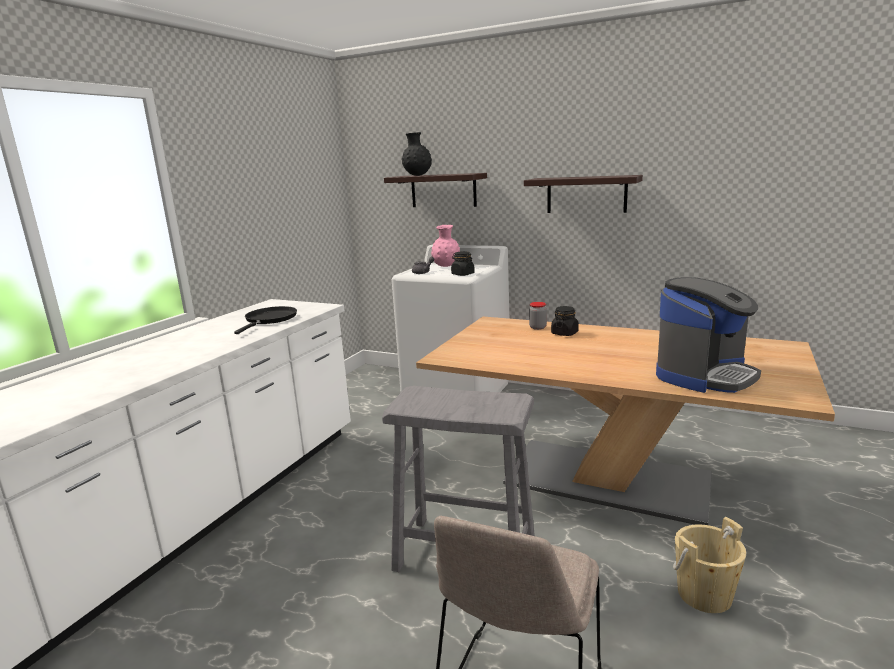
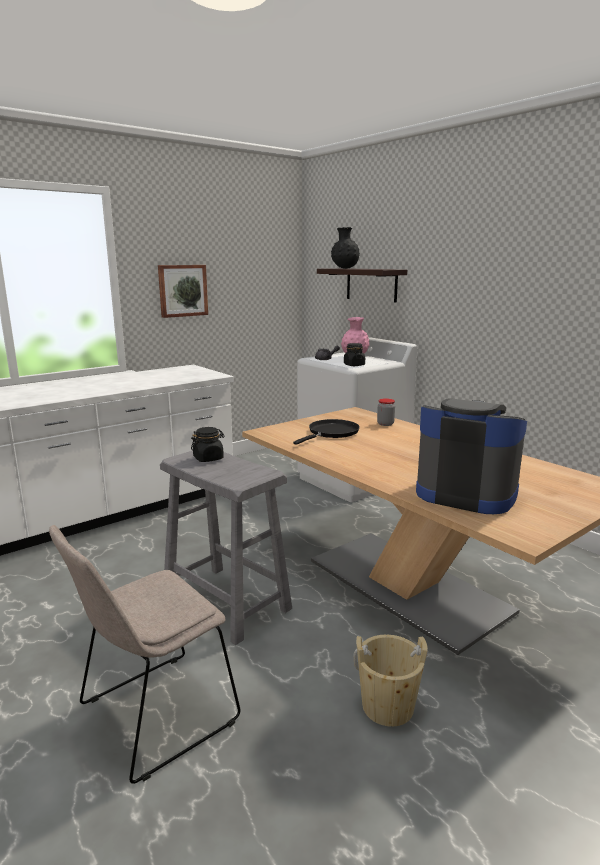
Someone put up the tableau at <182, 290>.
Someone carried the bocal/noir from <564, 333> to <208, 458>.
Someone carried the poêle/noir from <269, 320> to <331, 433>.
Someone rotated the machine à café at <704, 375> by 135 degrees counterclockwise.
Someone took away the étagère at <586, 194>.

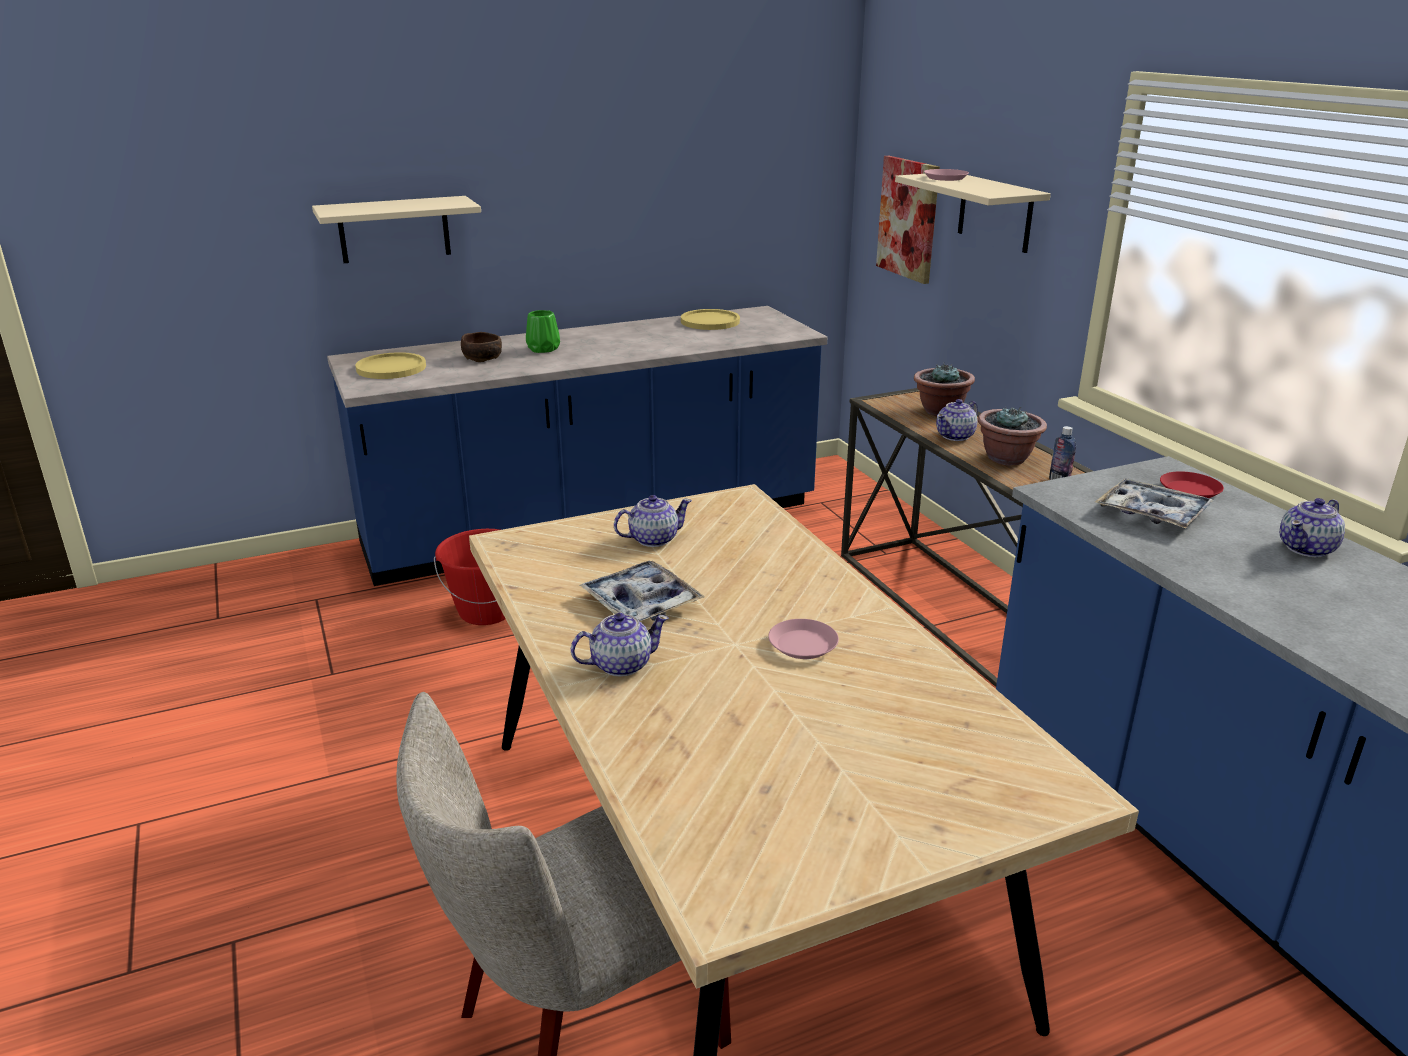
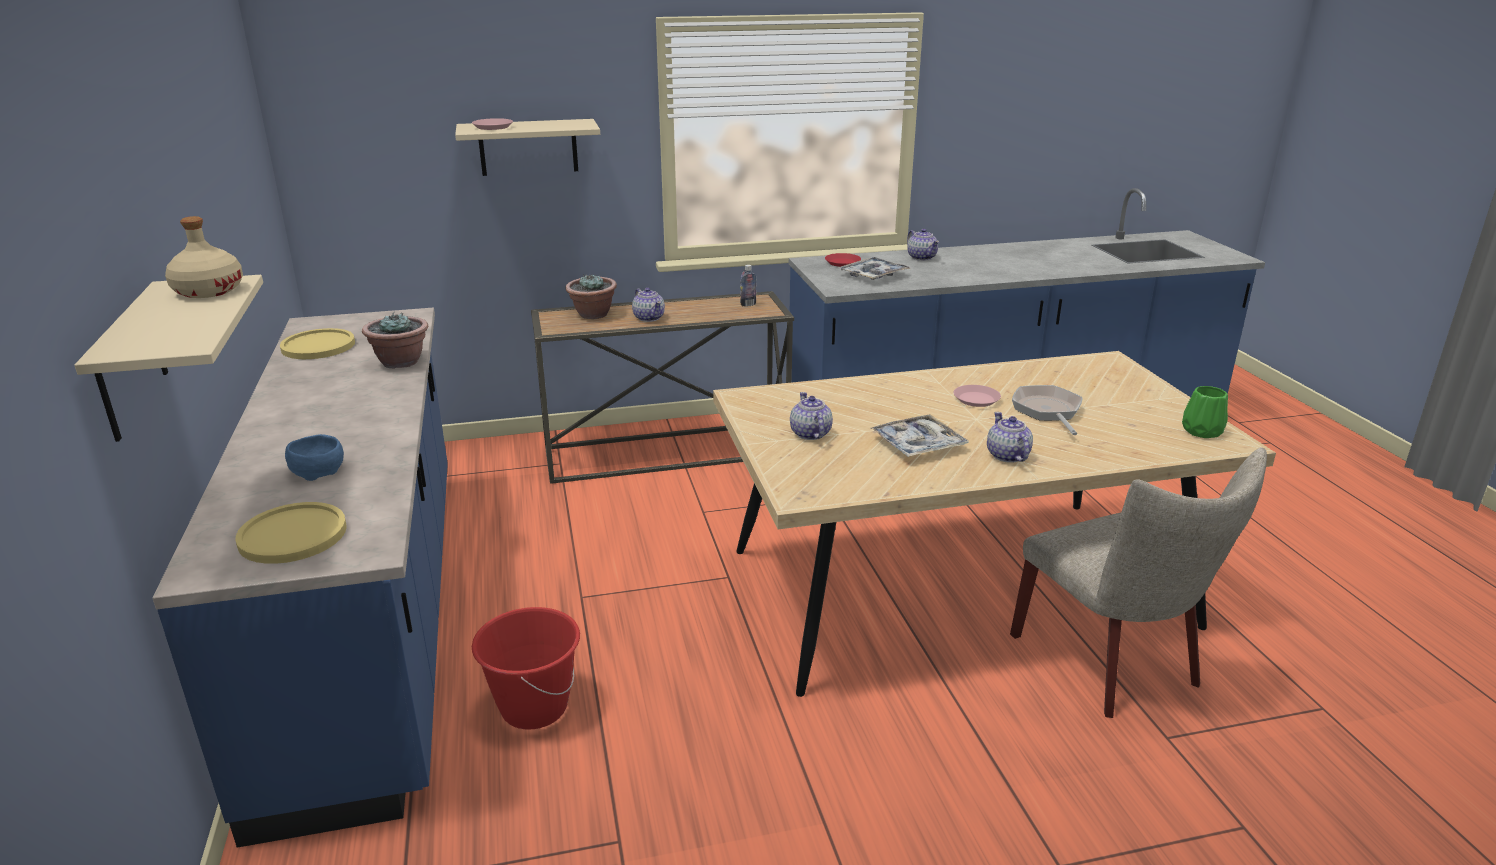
Someone put down the bouteille/beige at <208, 290>.
Someone repainted the bol/marron at <483, 358>, which became the bol/bleu at <319, 470>.
Someone carried the plante en pot from <1007, 459> to <400, 362>.
Someone put down the poêle at <1047, 411>.
Someone carried the vase/vert from <543, 349> to <1203, 431>.
Someone took away the tableau at <908, 218>.

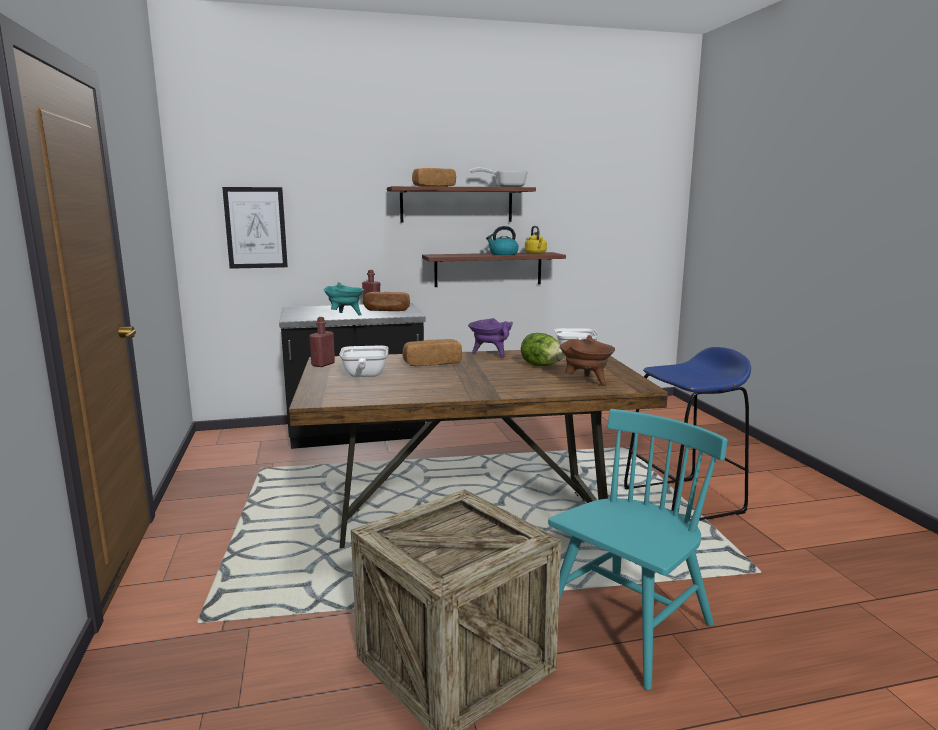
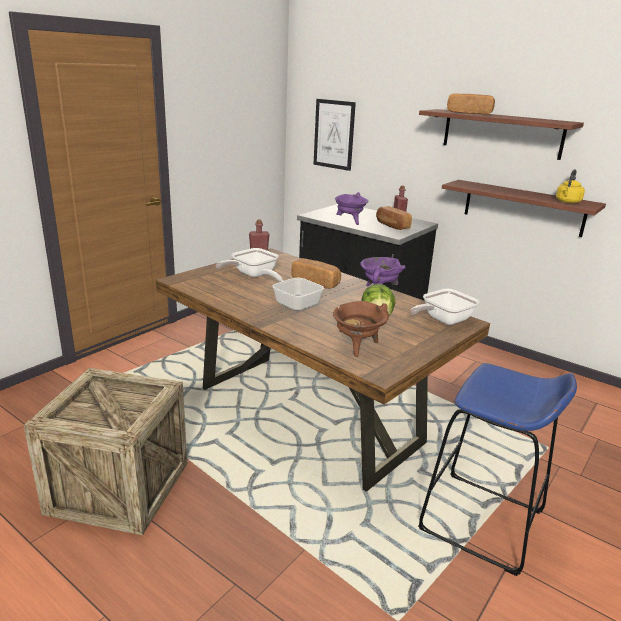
Someone carried the poêle from <505, 187> to <293, 302>.
Someone repainted the marmite/turquoise at <345, 315>, which became the marmite/violet at <350, 221>.
Someone took away the bouilloire at <503, 254>.
Someone took away the chaise/turquoise at <628, 627>.

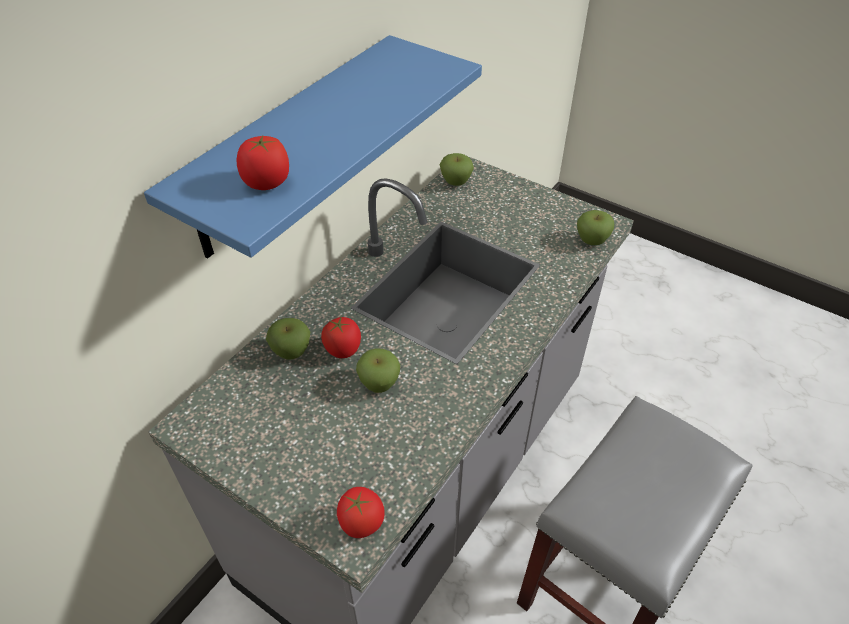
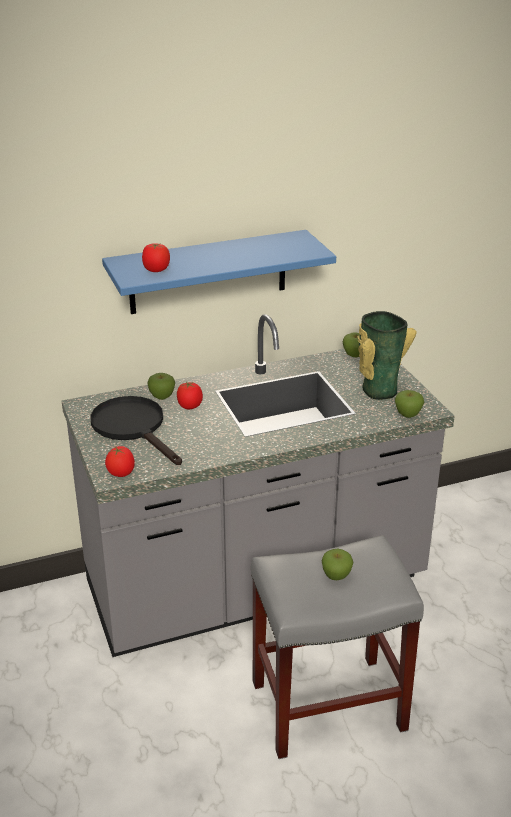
Someone put down the poêle/noir at <134, 428>.
Someone carried the pomme from <379, 384> to <336, 576>.
Someone put down the vase at <377, 389>.

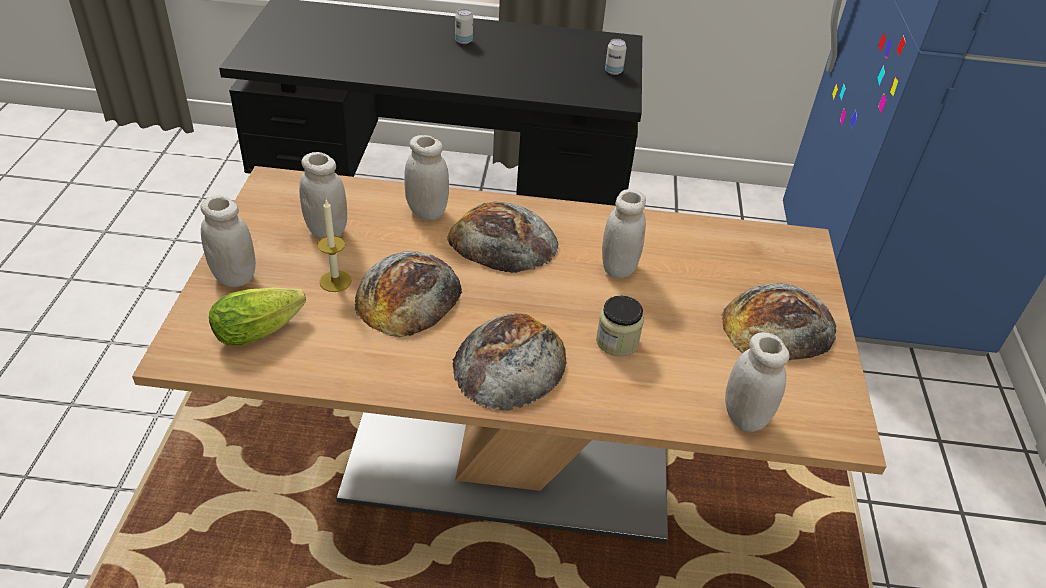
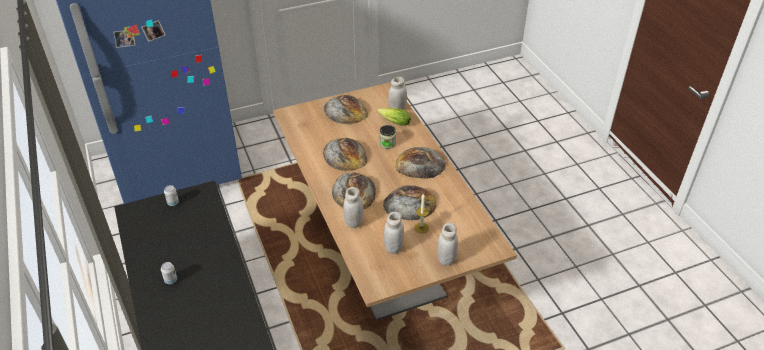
Someone swapped the bocal/blanc at <618, 268> for the pain at <345, 155>.
Someone carried the laitue from <263, 328> to <393, 122>.

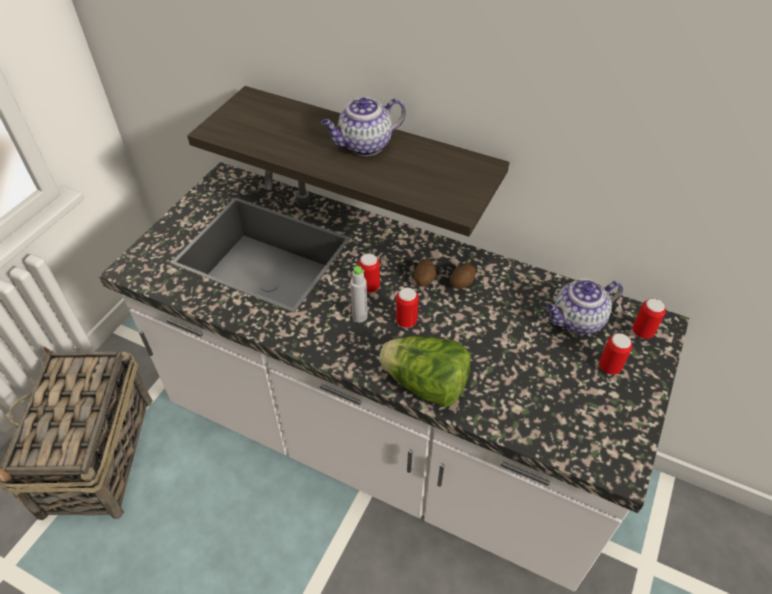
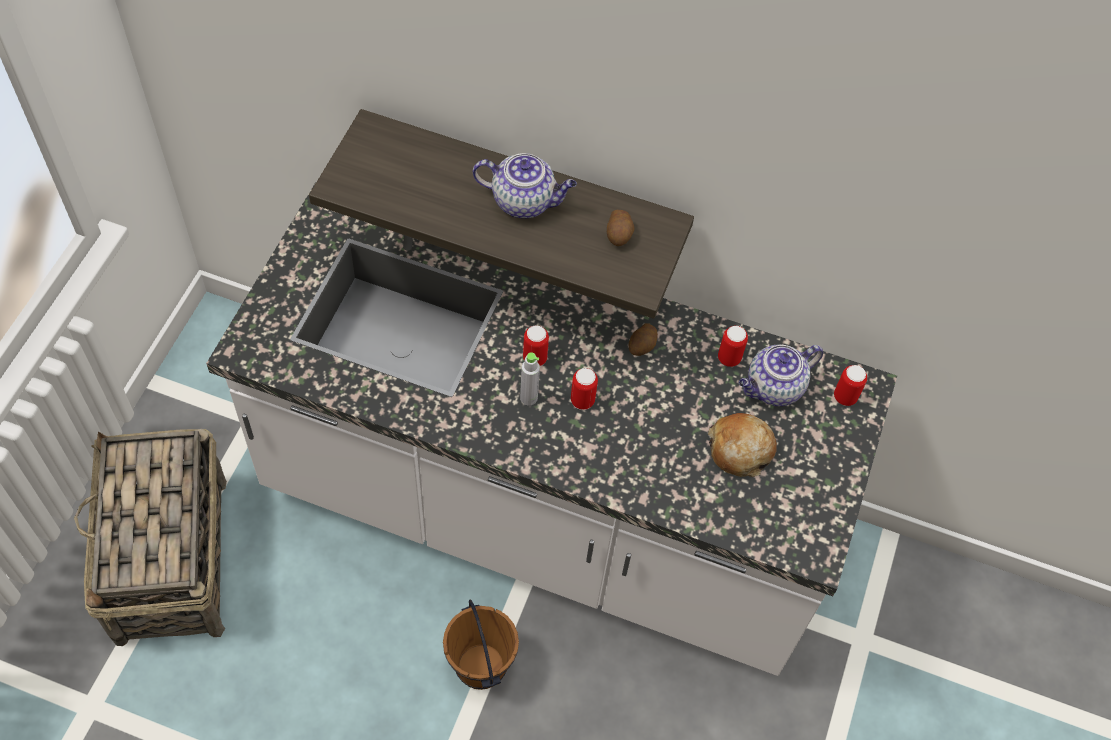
Someone put down the seau/marron at <482, 666>.
Someone rotated the théière at <364, 146> by 135 degrees counterclockwise.
Someone carried the pomme de terre from <424, 279> to <619, 235>.
Someone put down the pain at <740, 450>.
Someone carried the boîte métallique from <609, 367> to <729, 358>.
Someone took away the laitue at <425, 385>.

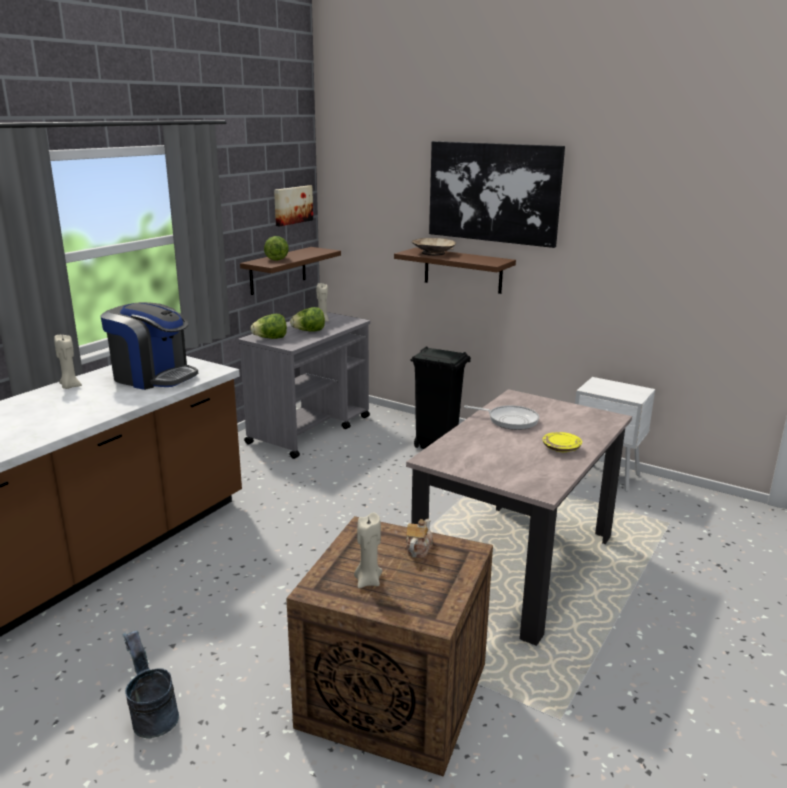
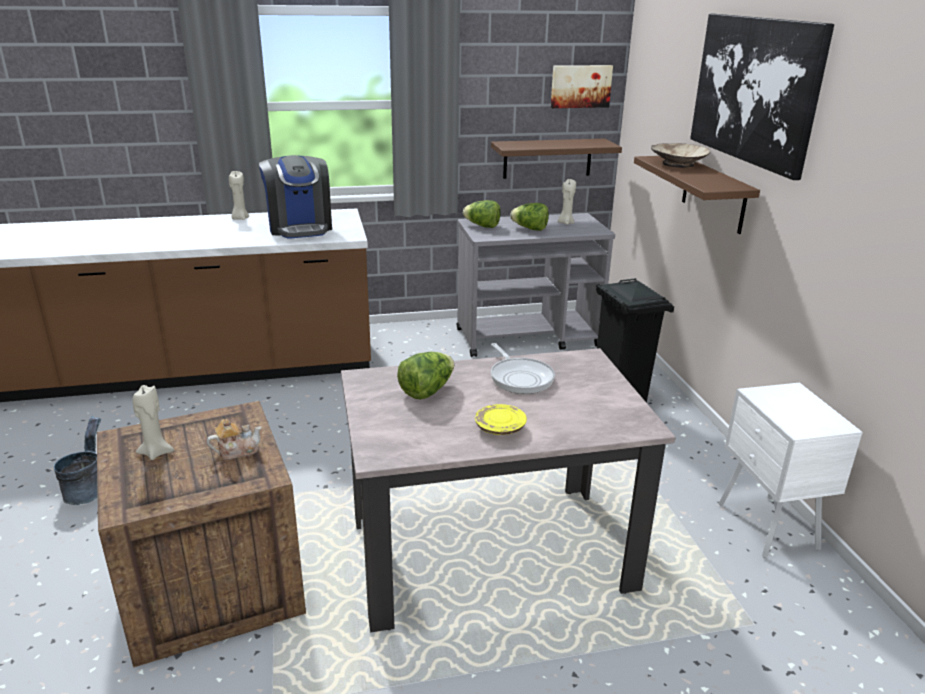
Someone carried the laitue from <276, 258> to <427, 391>.

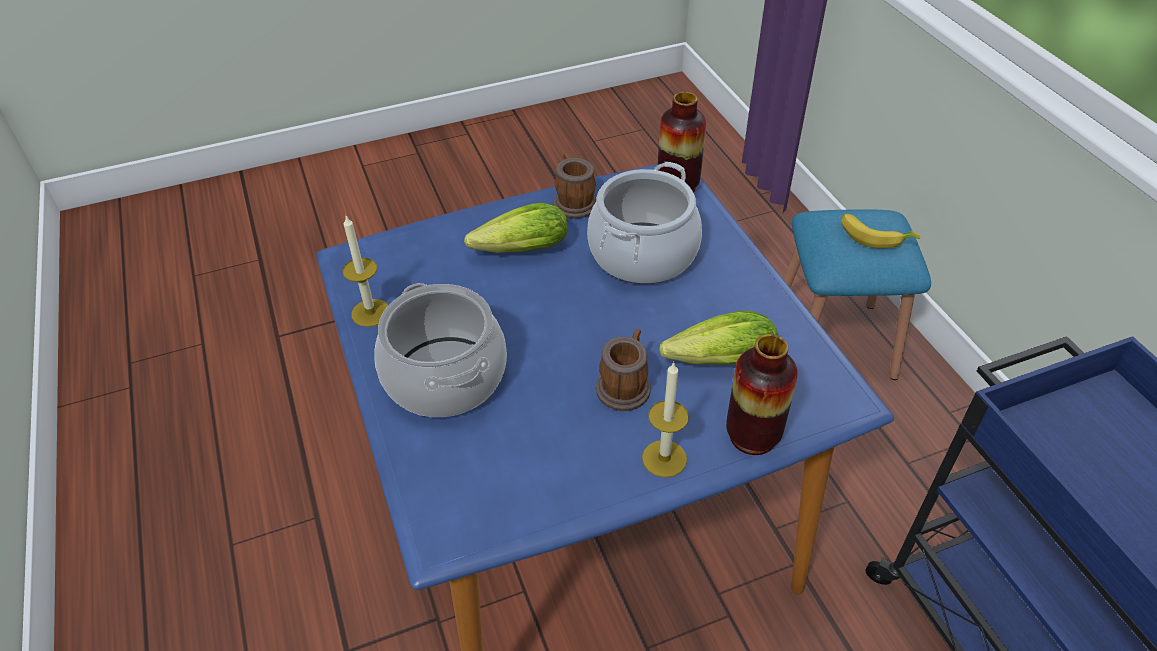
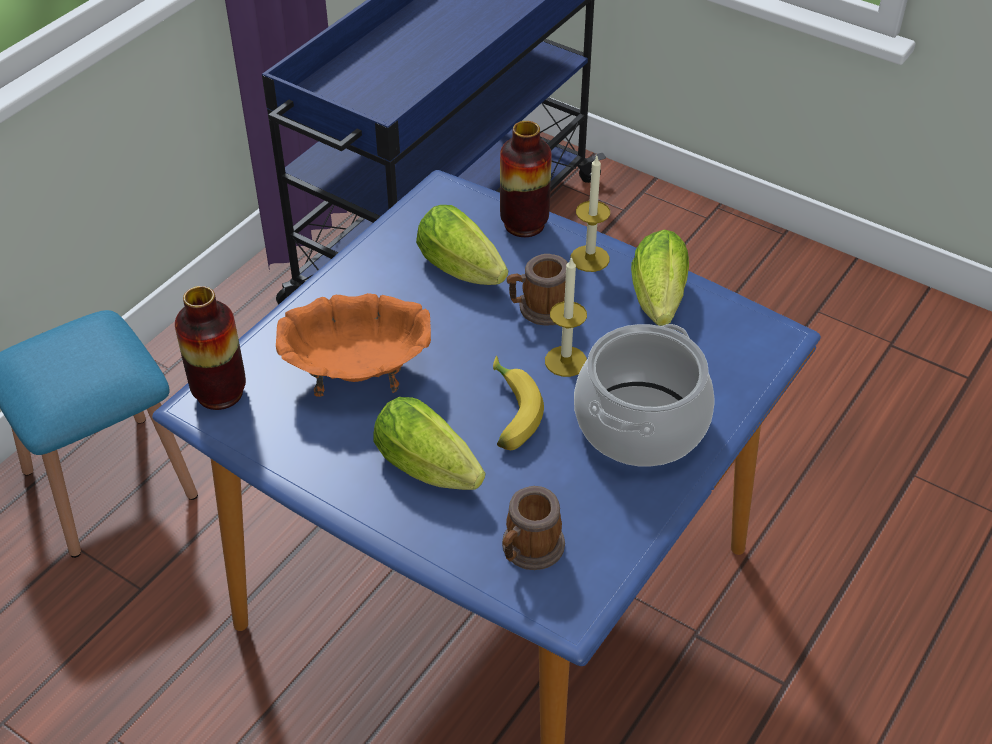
Someone swapped the marmite at <643, 254> for the bol/orange at <358, 370>.
Someone carried the banane from <874, 236> to <508, 413>.
Someone carried the mug from <573, 202> to <528, 550>.
Someone carried the bougie from <370, 313> to <565, 361>.
Someone put down the laitue at <658, 302>.

